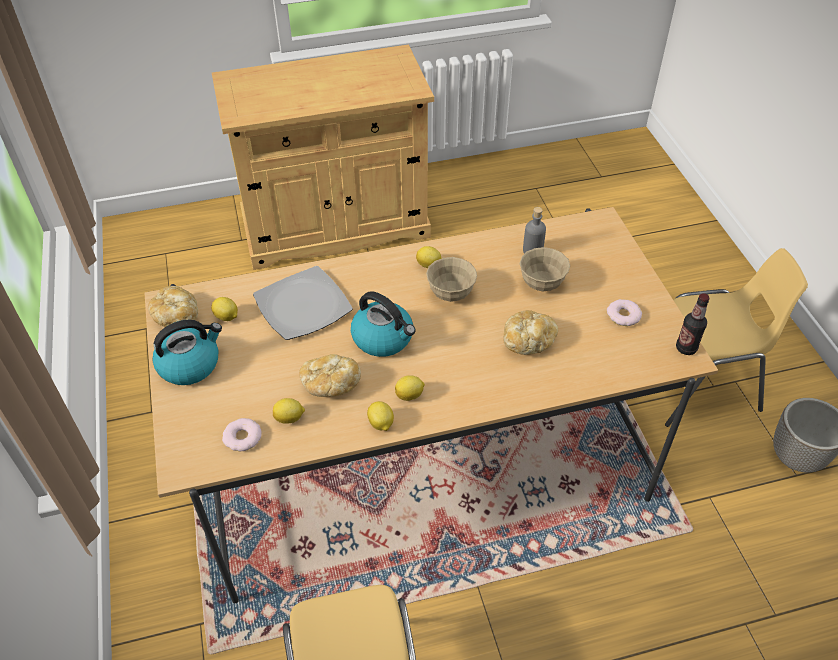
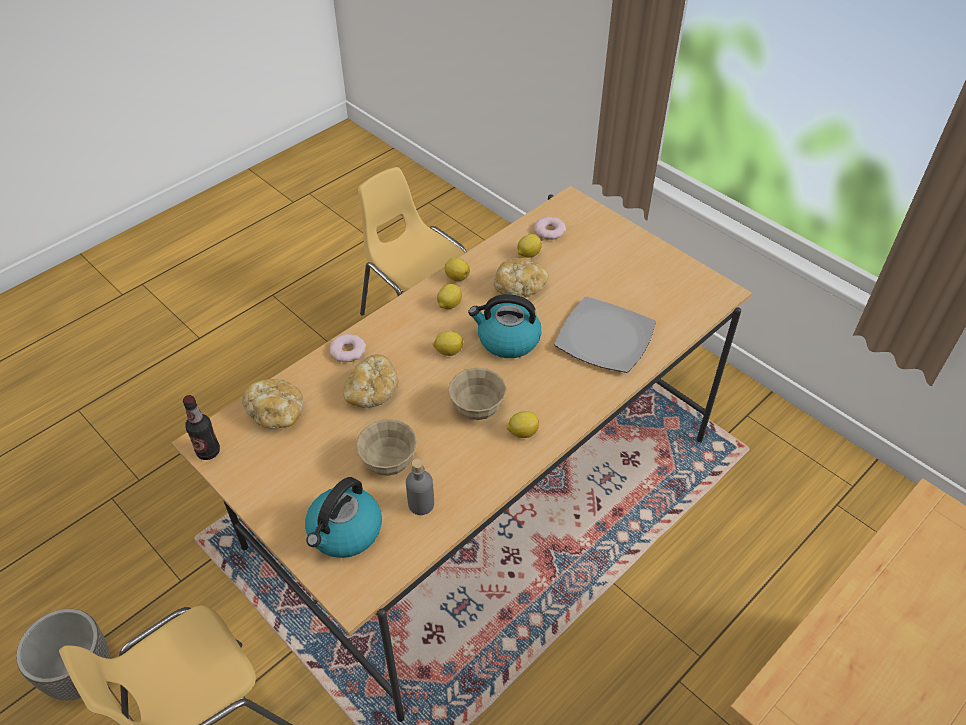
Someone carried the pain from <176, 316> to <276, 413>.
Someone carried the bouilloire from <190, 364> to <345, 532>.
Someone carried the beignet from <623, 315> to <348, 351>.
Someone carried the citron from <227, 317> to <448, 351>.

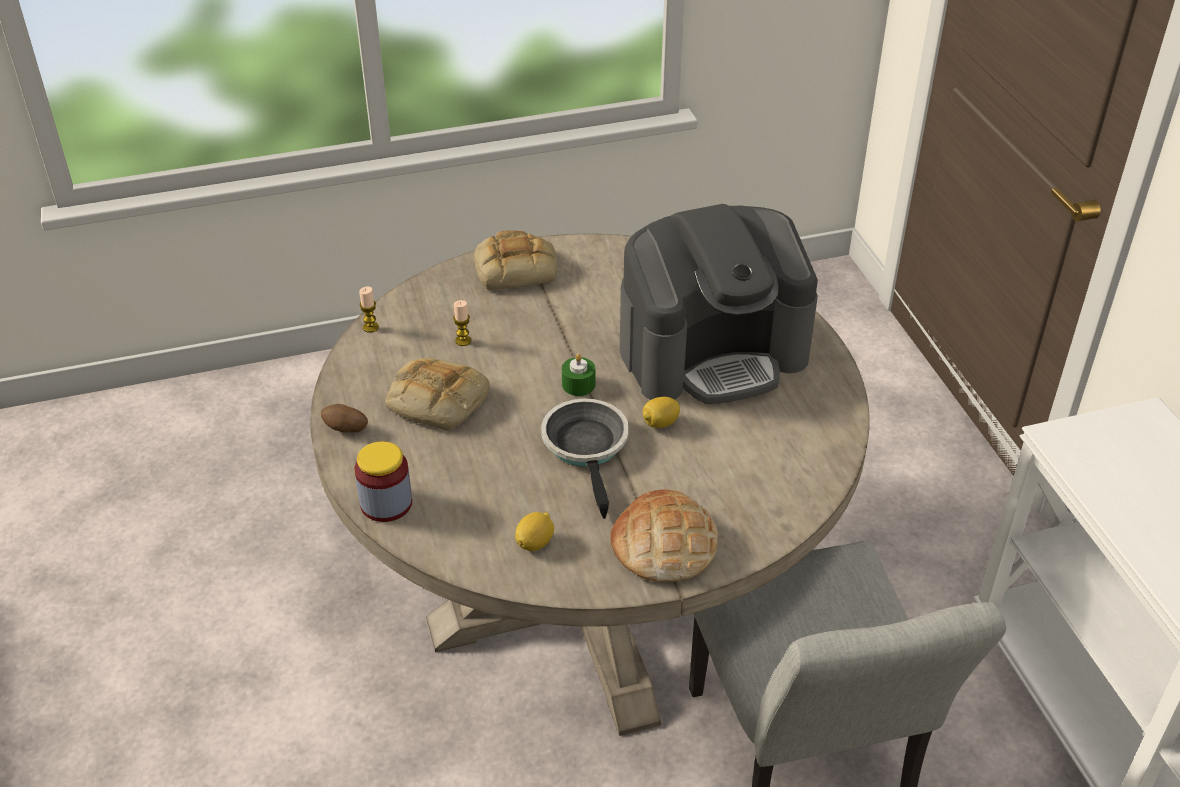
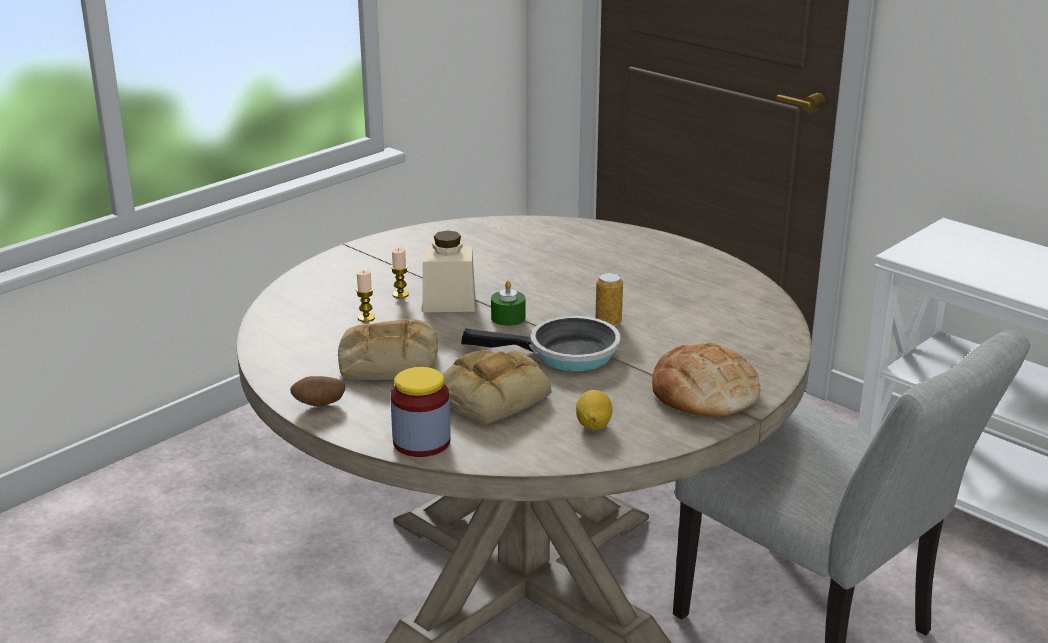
Someone carried the bougie from <370, 327> to <400, 294>.
Someone put down the bocal/beige at <449, 303>.
Someone carried the pain from <517, 268> to <492, 396>.
Someone rotated the poêle at <587, 448> by 135 degrees clockwise.
Someone swapped the citron at <660, 423> for the boîte métallique at <608, 322>.
Someone took away the machine à café at <713, 352>.

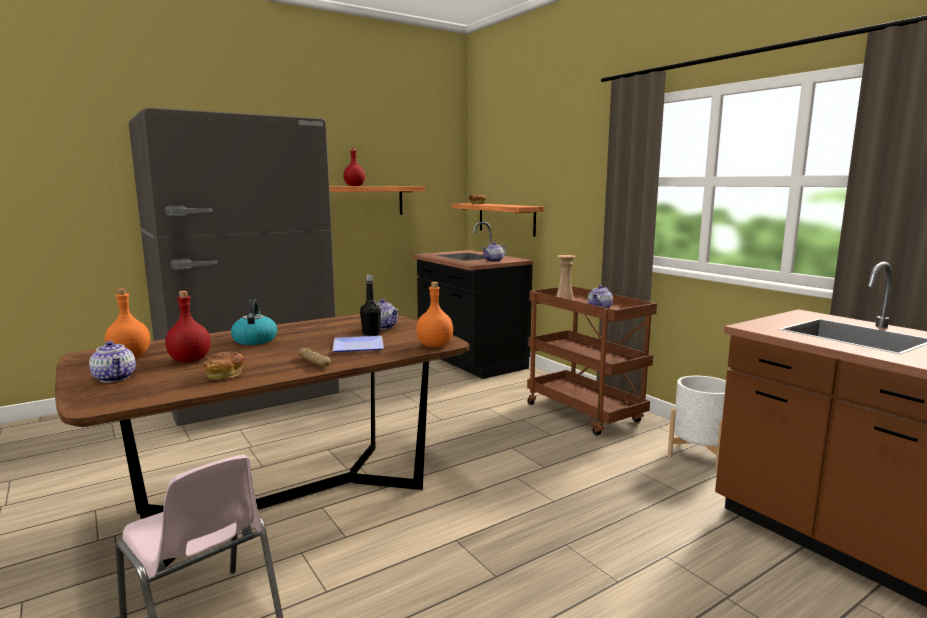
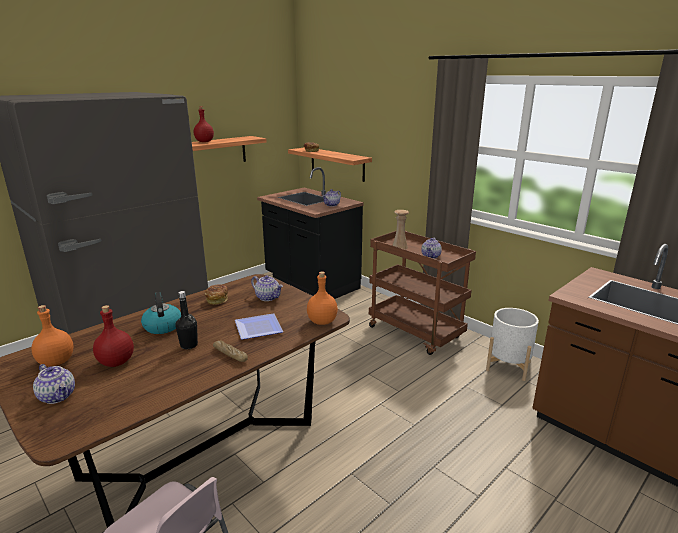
Someone carried the bouteille/noir from <371, 334> to <189, 345>.
Someone carried the pain from <225, 375> to <217, 300>.

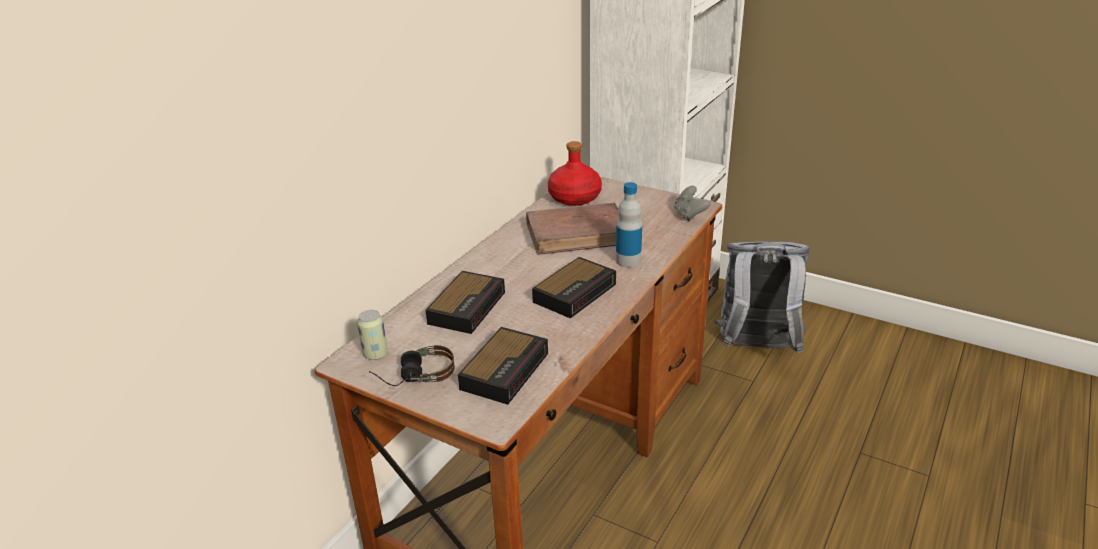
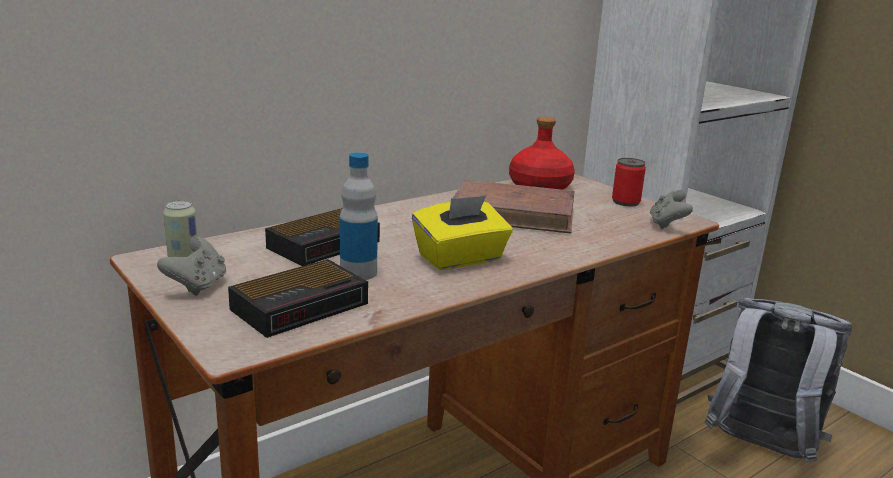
Someone swapped the casque audio at <414, 376> for the manette/gris at <197, 286>.
Someone carried the bouteille from <628, 261> to <358, 273>.
Someone swapped the réveil at <576, 292> for the boîte à mouchoirs/jaune at <460, 259>.
Someone put down the boîte métallique at <625, 202>.

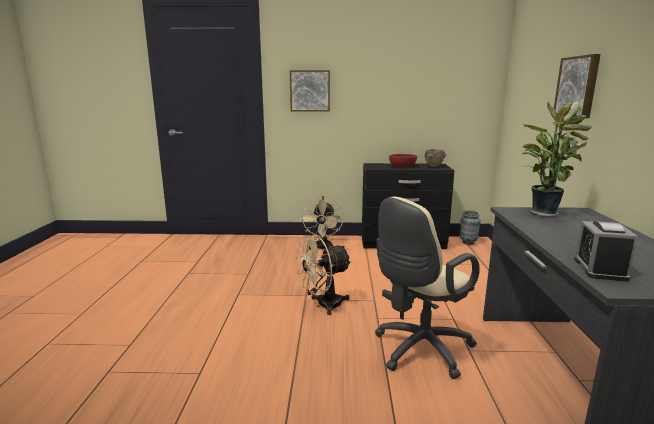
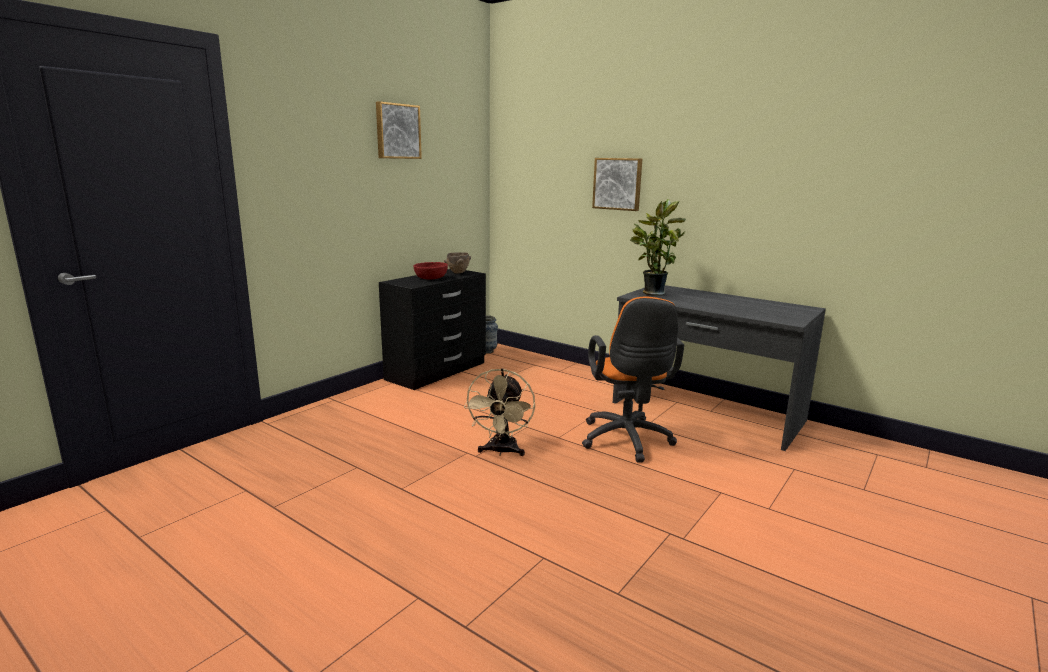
Someone carried the tableau from <310, 91> to <397, 131>.
Someone repainted the chaise de bureau/beige at <419, 351>, which became the chaise de bureau/orange at <627, 442>.
Someone took away the ventilateur/beige at <322, 248>.
Someone took away the réveil at <600, 269>.

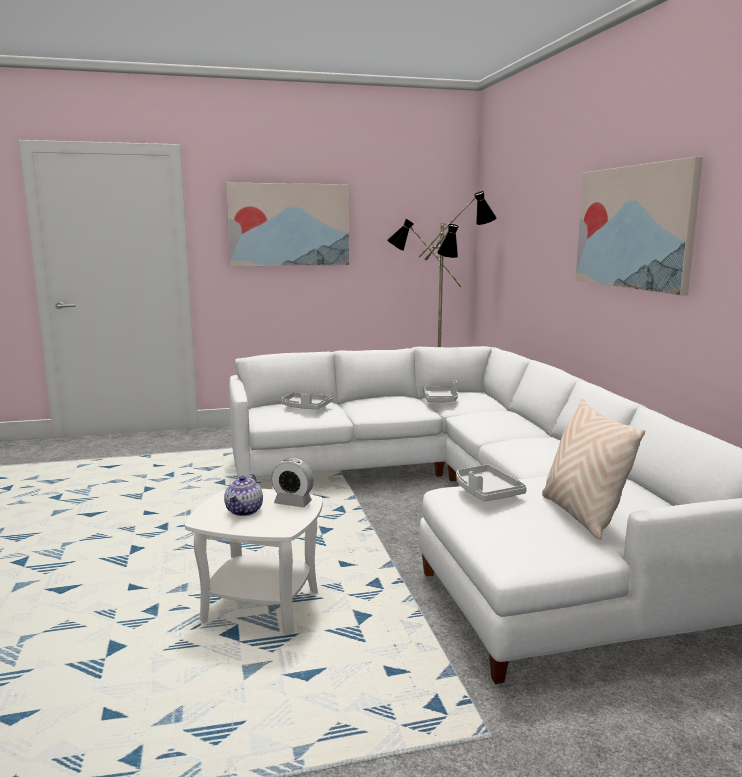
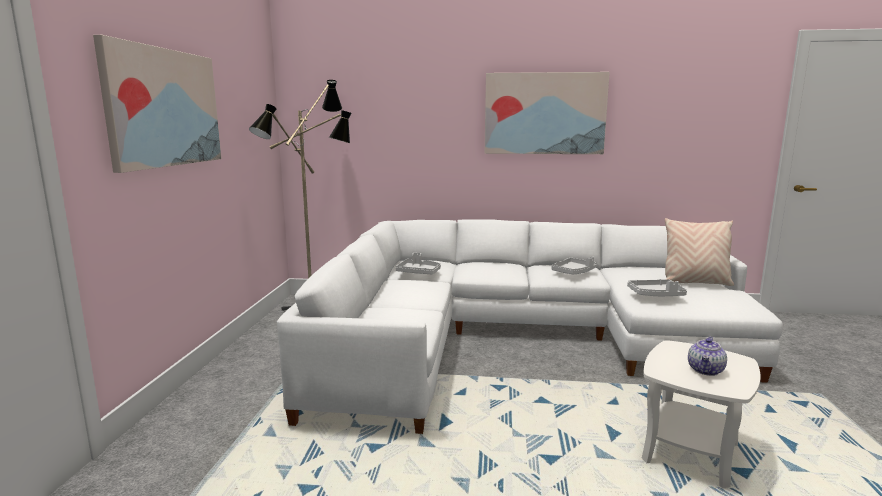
Someone carried the plateau/gris from <305, 407> to <574, 272>.
Someone rotated the théière at <244, 511> by 90 degrees clockwise.
Someone took away the réveil at <293, 503>.

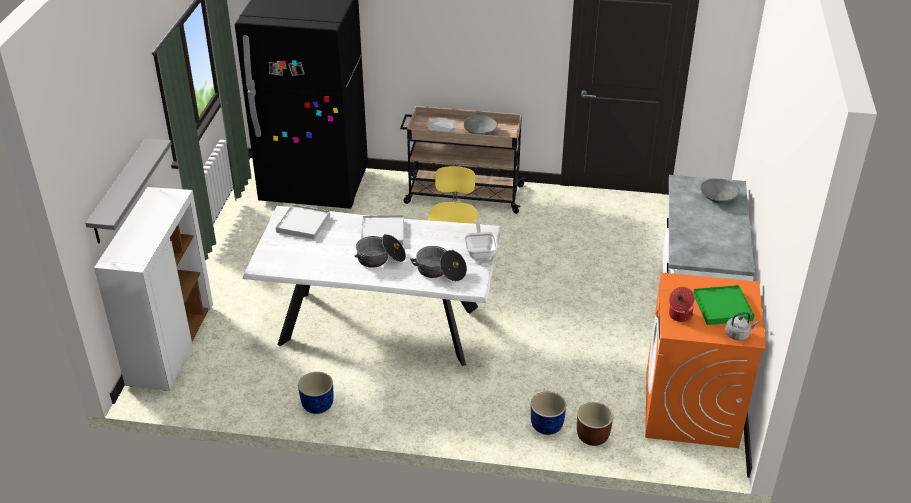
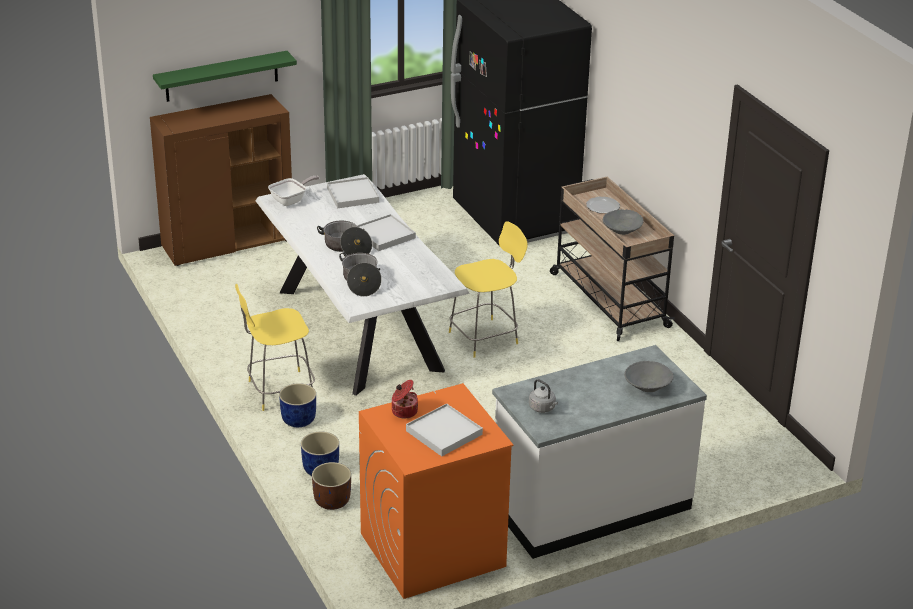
Someone repainted the meuble de rangement/blanc at <170, 345>, which became the meuble de rangement/marron at <228, 244>.
Someone repainted the étagère/gris at <120, 192>, which became the étagère/vert at <221, 76>.
Someone put down the tabouret/jaune at <278, 391>.
Someone carried the poêle from <480, 251> to <291, 200>.
Someone carried the cache-pot/bleu from <317, 405> to <298, 419>.
Someone repainted the plateau/vert at <722, 307>, which became the plateau/blanc at <443, 432>.
Someone carried the bouilloire/gris from <738, 334> to <543, 408>.

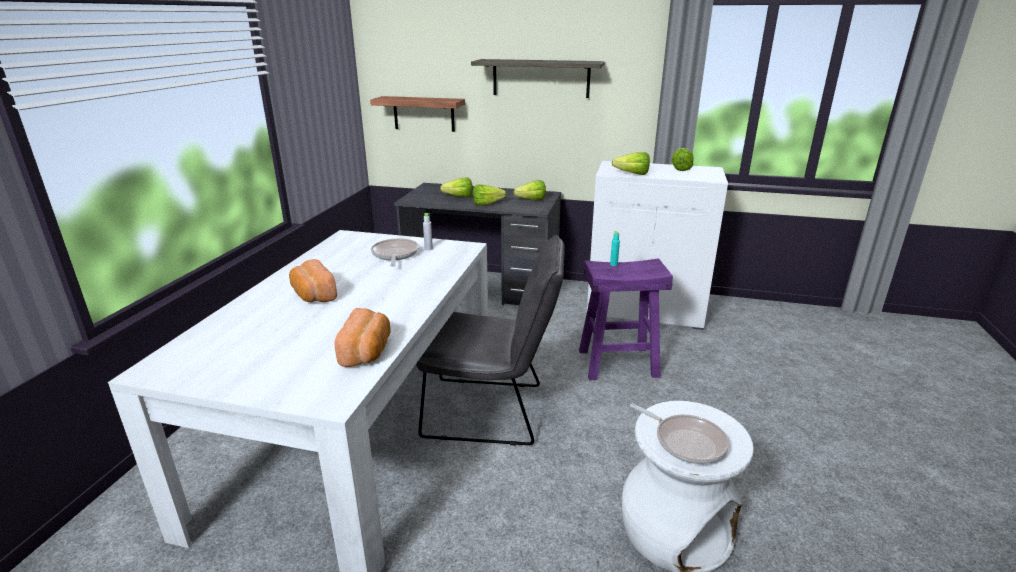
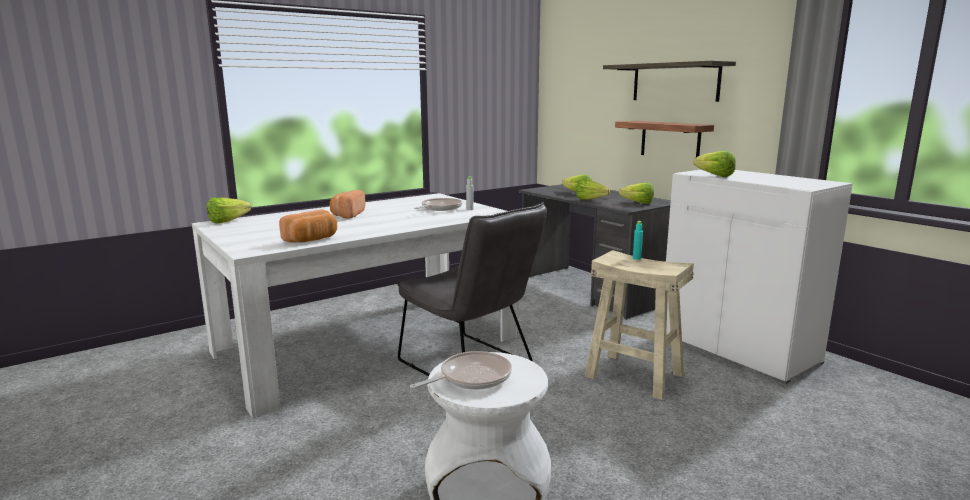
Someone carried the laitue from <680, 168> to <231, 221>.
Someone rotated the poêle at <686, 441> by 120 degrees counterclockwise.
Someone repainted the tabouret/violet at <617, 363>, which became the tabouret/beige at <633, 375>.
Someone carried the étagère from <424, 114> to <670, 140>.

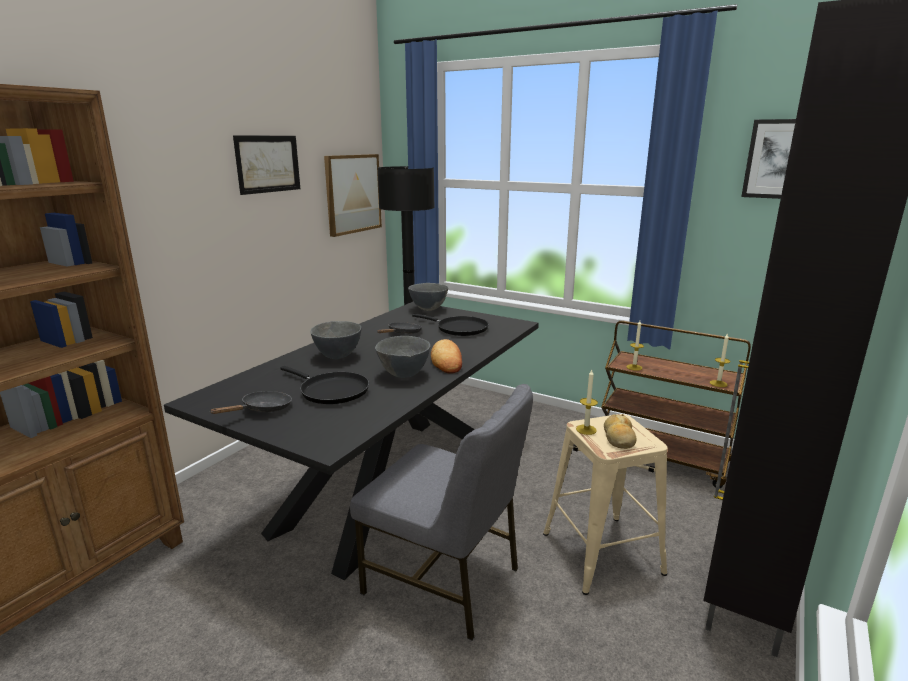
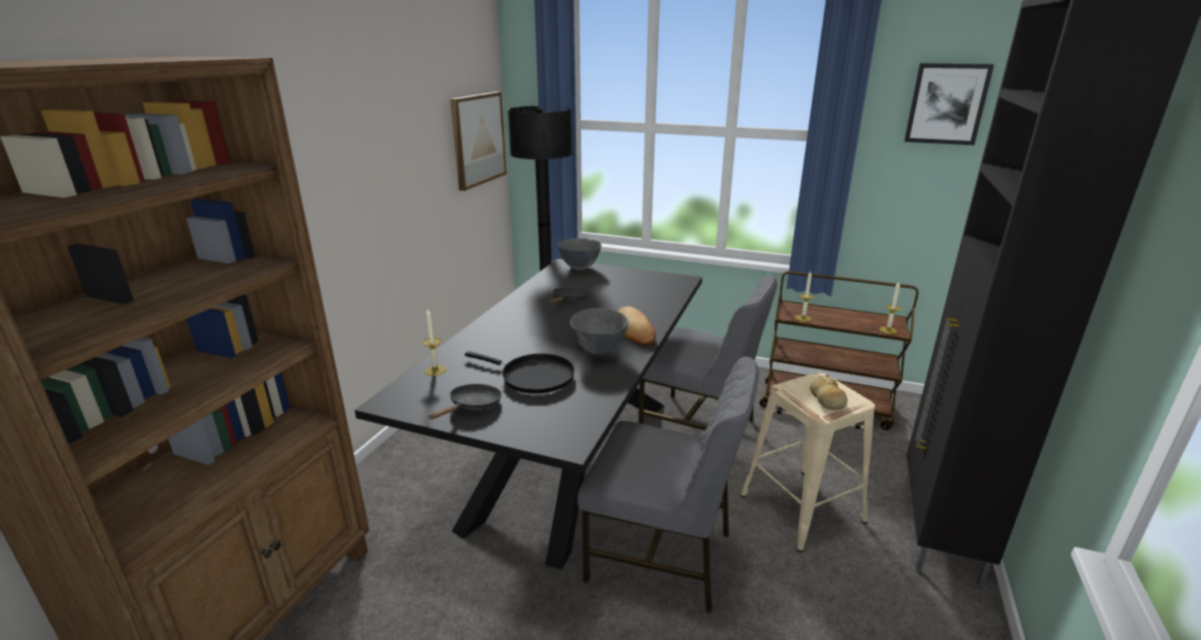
Someone carried the bougie from <586, 429> to <435, 370>.
Someone put down the chaise/gris at <699, 428>.
Someone took away the tableau at <268, 164>.
Someone took away the bol/gris at <337, 356>.
Someone took away the poêle/noir at <459, 328>.

